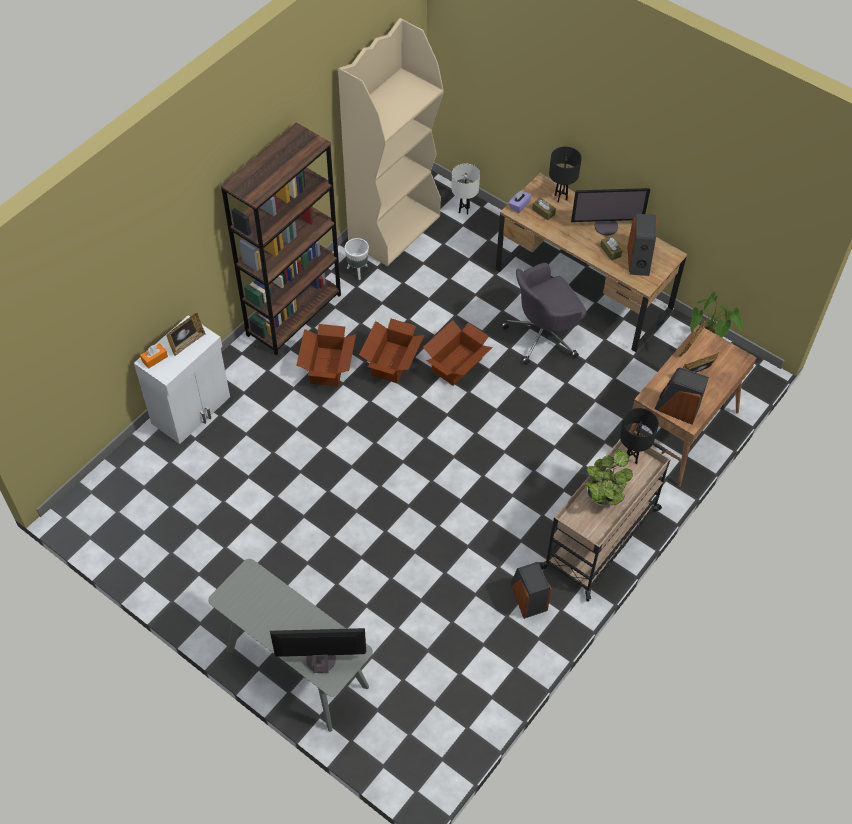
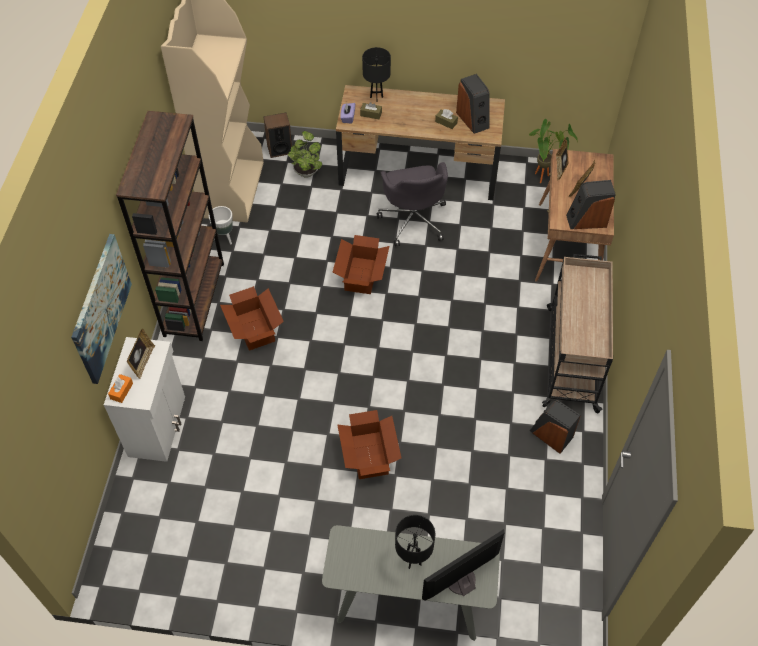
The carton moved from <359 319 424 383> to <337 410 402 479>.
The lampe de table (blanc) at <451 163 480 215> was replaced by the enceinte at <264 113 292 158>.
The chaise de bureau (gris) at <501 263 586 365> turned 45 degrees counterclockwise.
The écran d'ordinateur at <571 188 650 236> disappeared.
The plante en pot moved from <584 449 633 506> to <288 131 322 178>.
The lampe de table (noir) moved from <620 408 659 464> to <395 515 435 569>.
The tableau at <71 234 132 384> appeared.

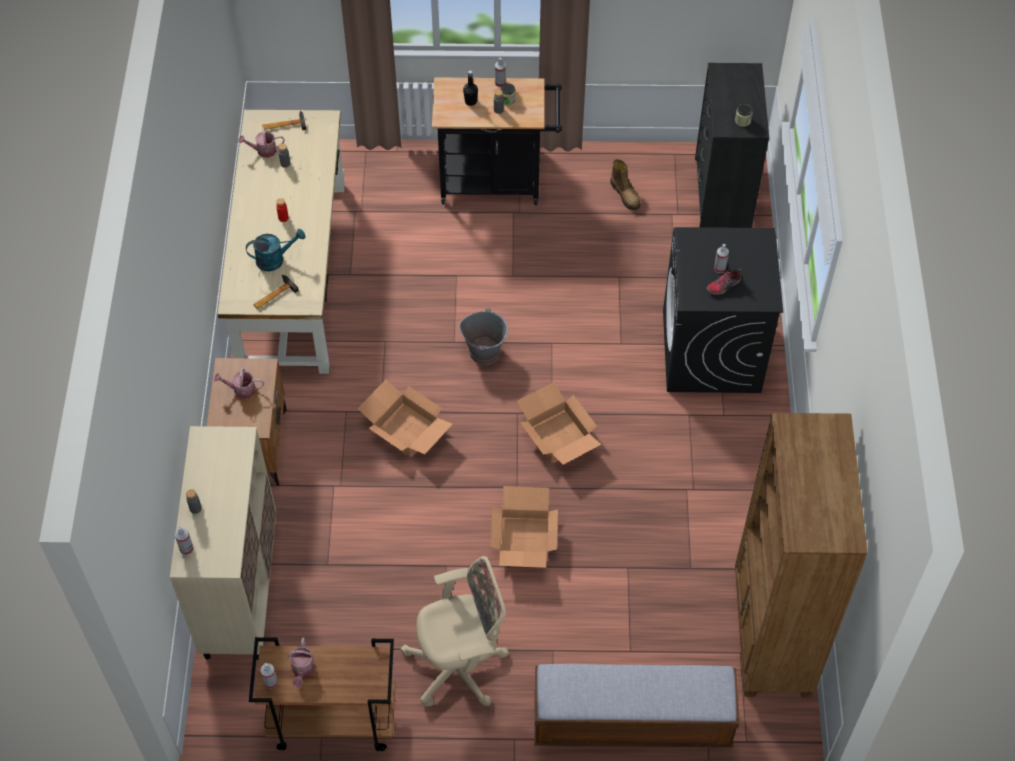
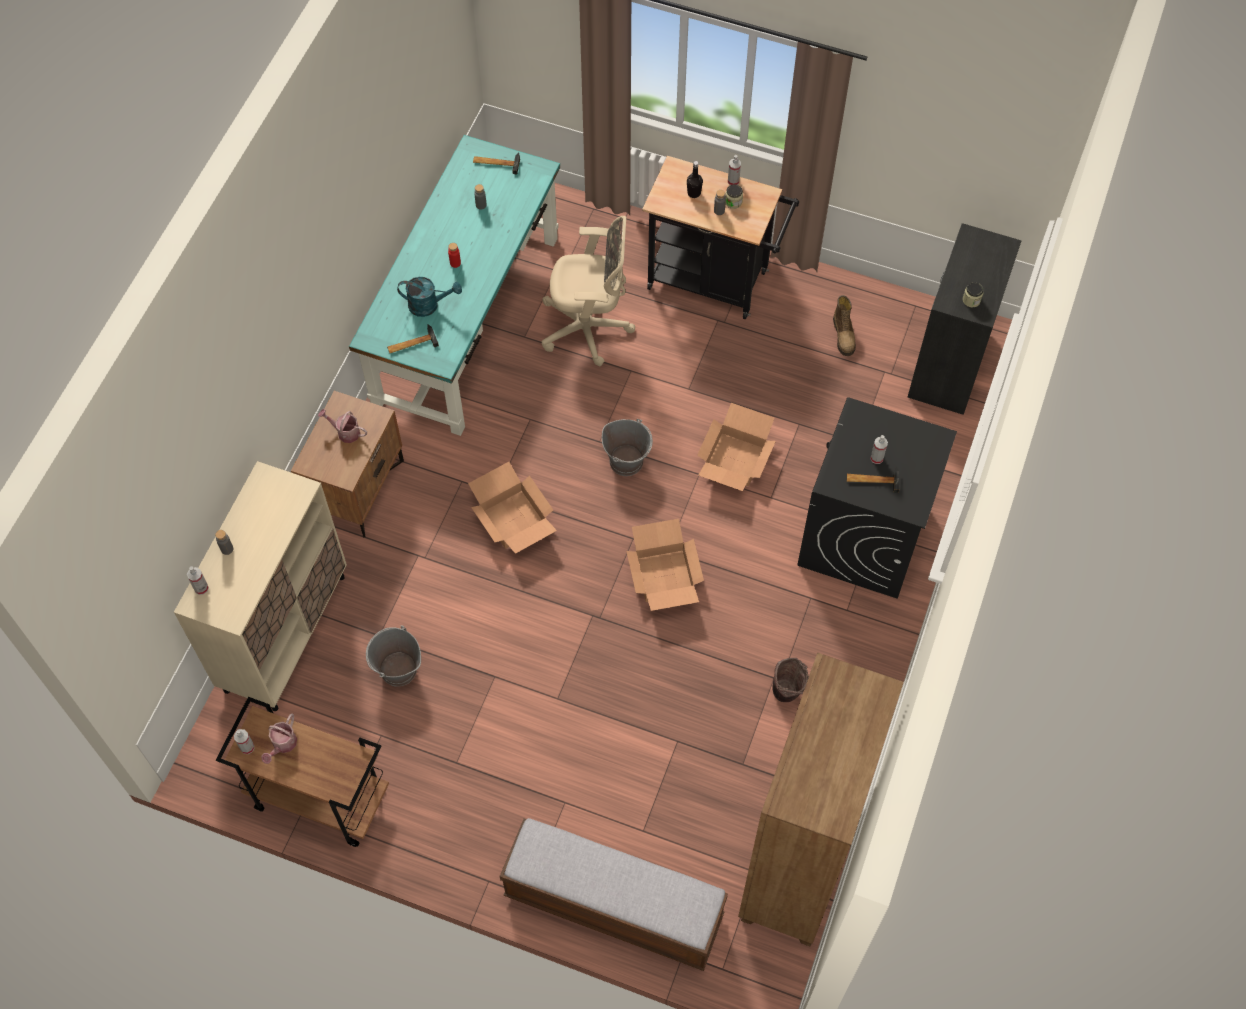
The bureau (beige) at <217 110 345 374> became the bureau (turquoise) at <349 135 560 436>.
The arrosoir at <238 128 285 158> disappeared.
The chaise de bureau (beige) moved from <400 556 509 707> to <541 216 635 366>.
The carton moved from <490 486 558 568> to <697 403 776 491>.
The chaussure at <706 269 742 295> was replaced by the marteau at <847 466 899 493>.
The seau (gris) at <366 625 421 687> appeared.
The seau (marron) at <773 658 809 702> appeared.

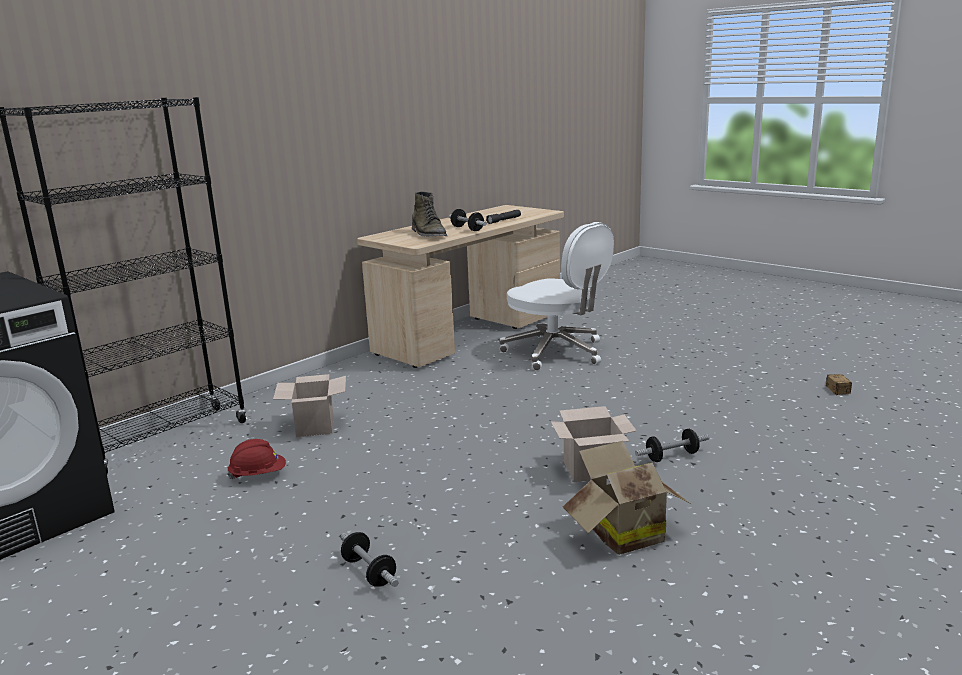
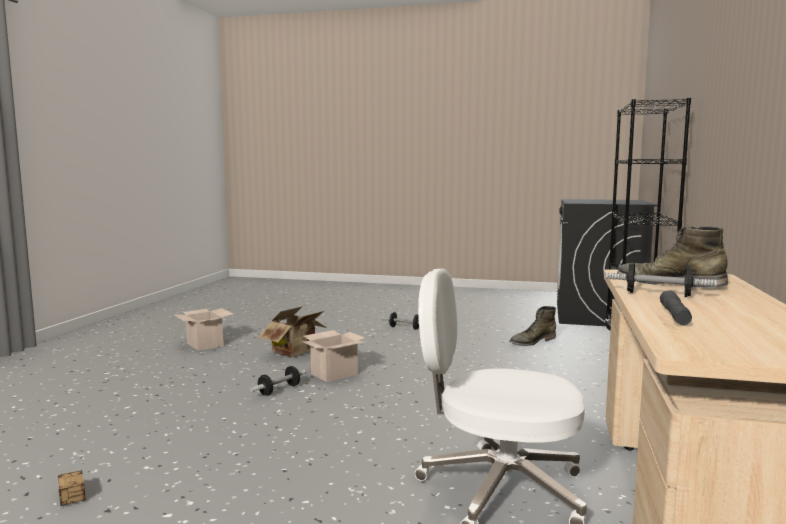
The casque de chantier (rouge) at <227 439 286 479> was replaced by the botte (vert) at <510 306 556 346>.
The carton moved from <273 374 346 437> to <173 308 233 351>.

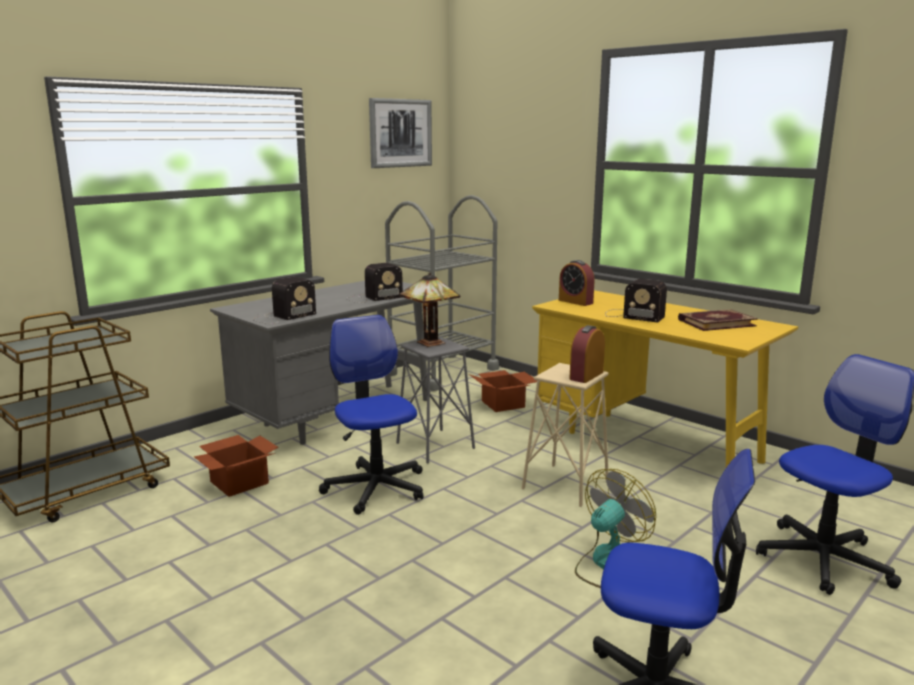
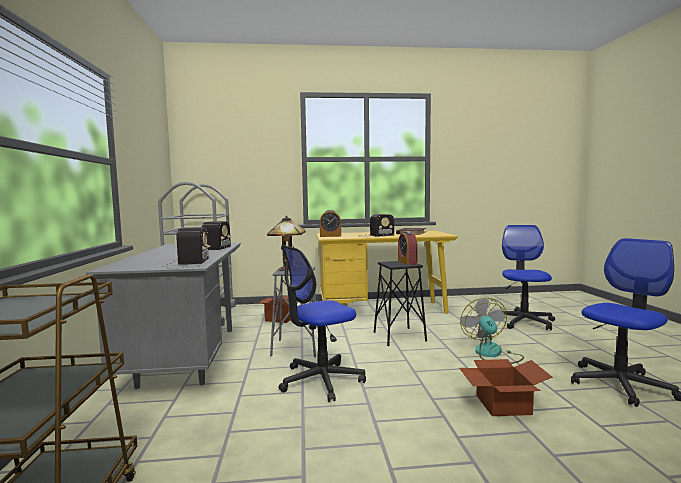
The carton moved from <194 435 279 497> to <459 359 553 416>.
The chaise de bureau at <319 315 423 515> turned 45 degrees counterclockwise.
The tableau at <369 98 432 168> disappeared.
The tabouret (beige) at <522 363 609 507> became the tabouret (noir) at <374 261 427 346>.

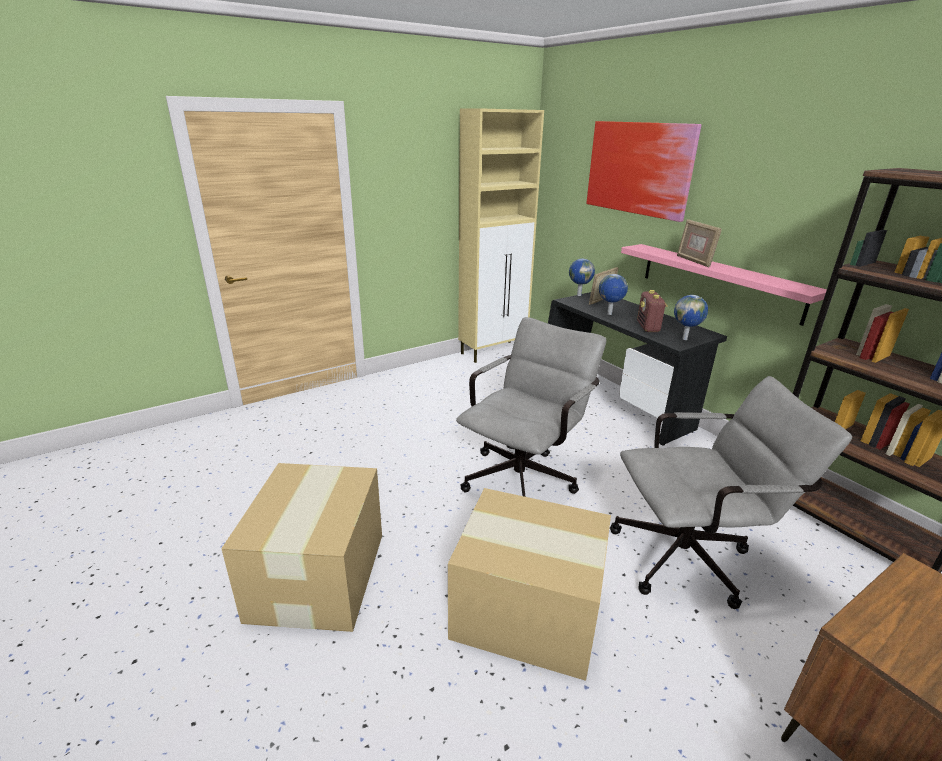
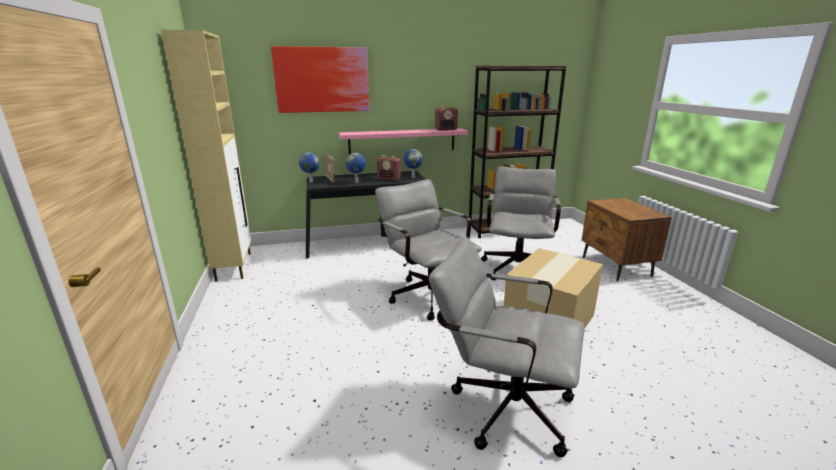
The carton at <221 463 382 632> was replaced by the chaise de bureau (gris) at <429 236 585 457>.
The cadre photo at <677 219 722 267> disappeared.
The radio at <435 106 458 131> appeared.

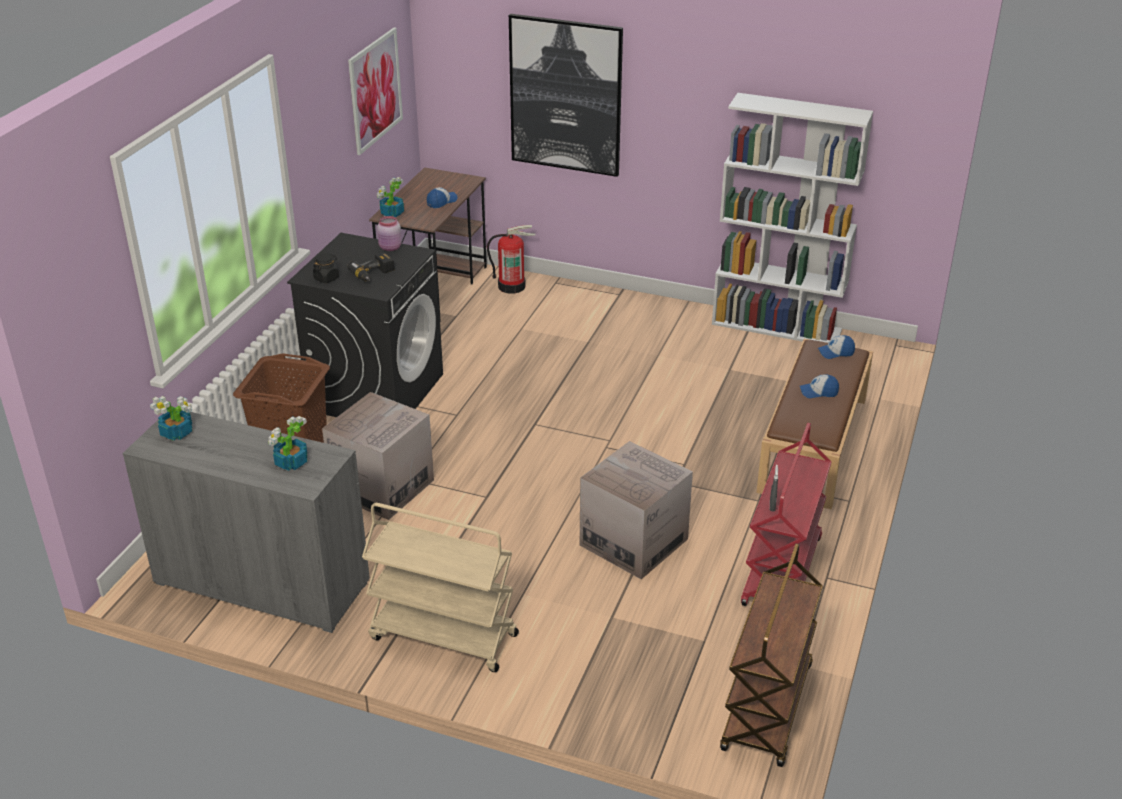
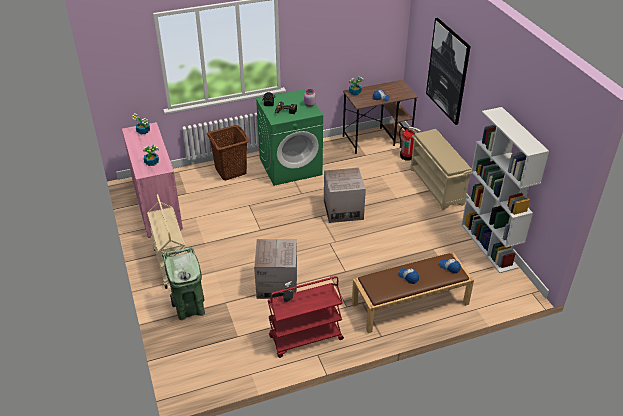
The meuble de rangement (gris) at <122 412 370 633> became the meuble de rangement (rose) at <122 122 183 238>.
The lave-linge (noir) at <287 233 443 417> became the lave-linge (vert) at <256 89 323 186>.
The carton moved from <322 392 434 520> to <324 168 366 223>.
The tableau at <348 27 403 155> disappeared.
The chariot (marron) at <720 544 823 767> disappeared.
The poubelle (vert) at <162 248 205 320> appeared.
The étagère à chaussures (beige) at <410 129 472 210> appeared.

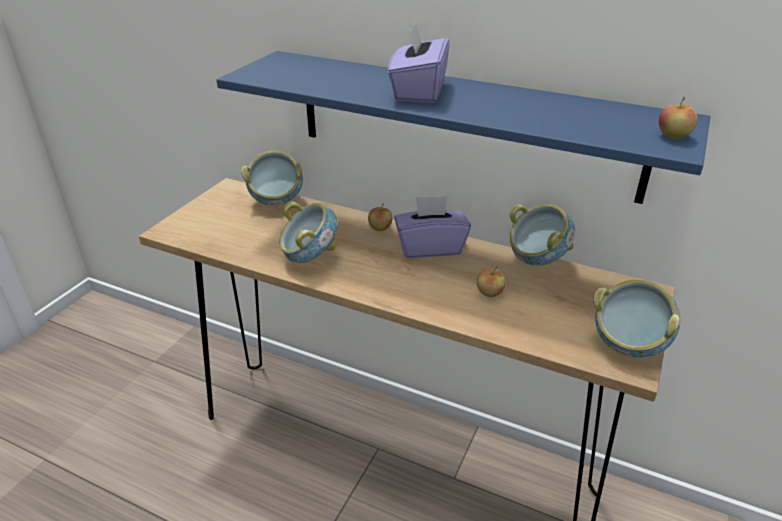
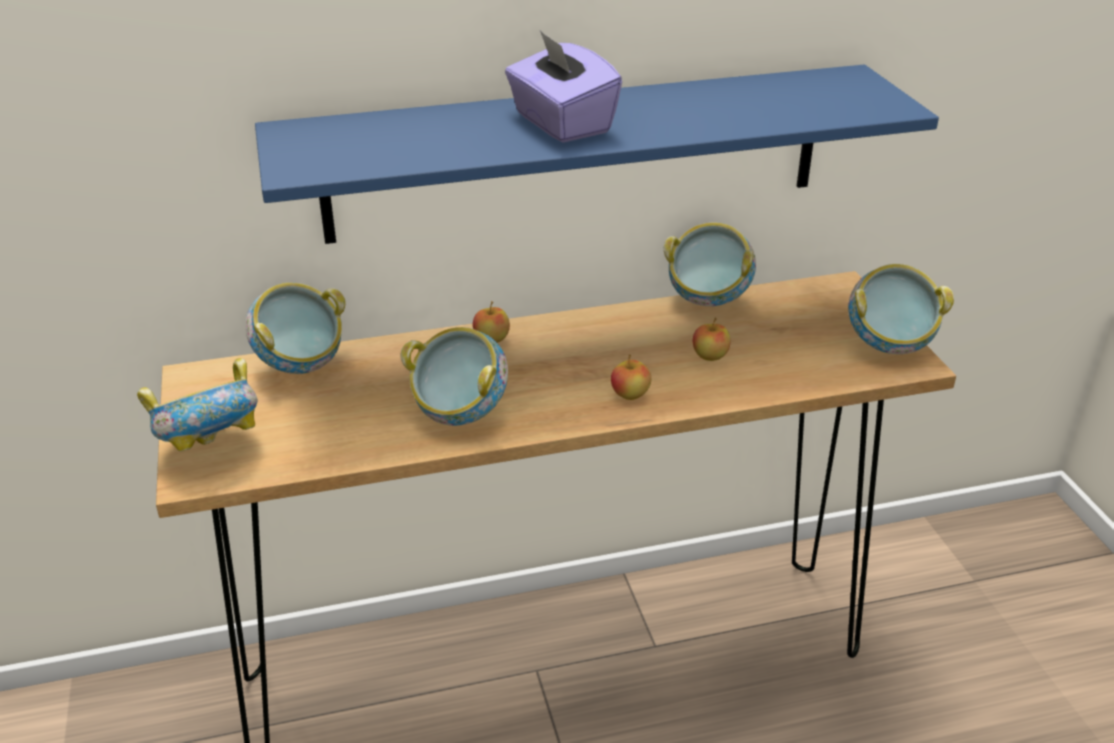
The boîte à mouchoirs (violet) at <394 196 471 258> disappeared.
The pomme moved from <659 97 698 139> to <611 354 651 400>.
The bol at <137 358 257 452> appeared.

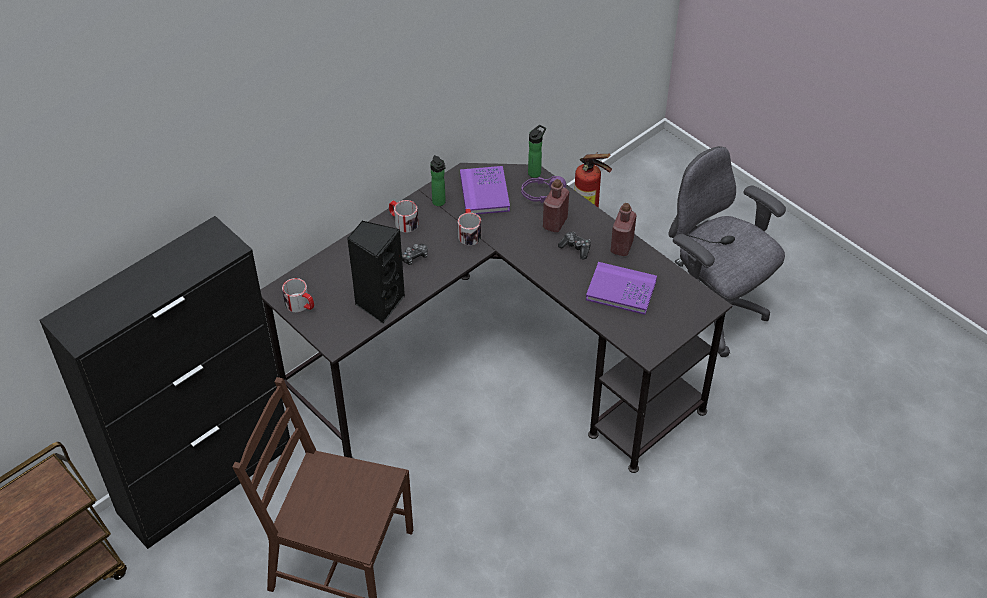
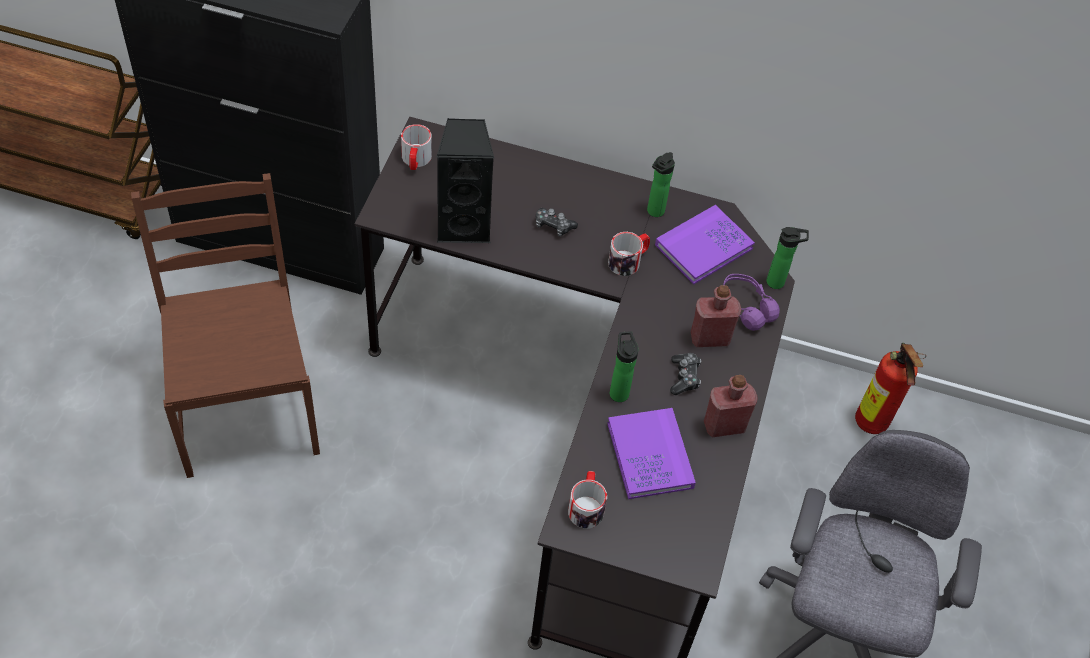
The mug moved from <389 200 418 233> to <568 471 607 529>.
The bouteille at <610 332 638 402> appeared.

